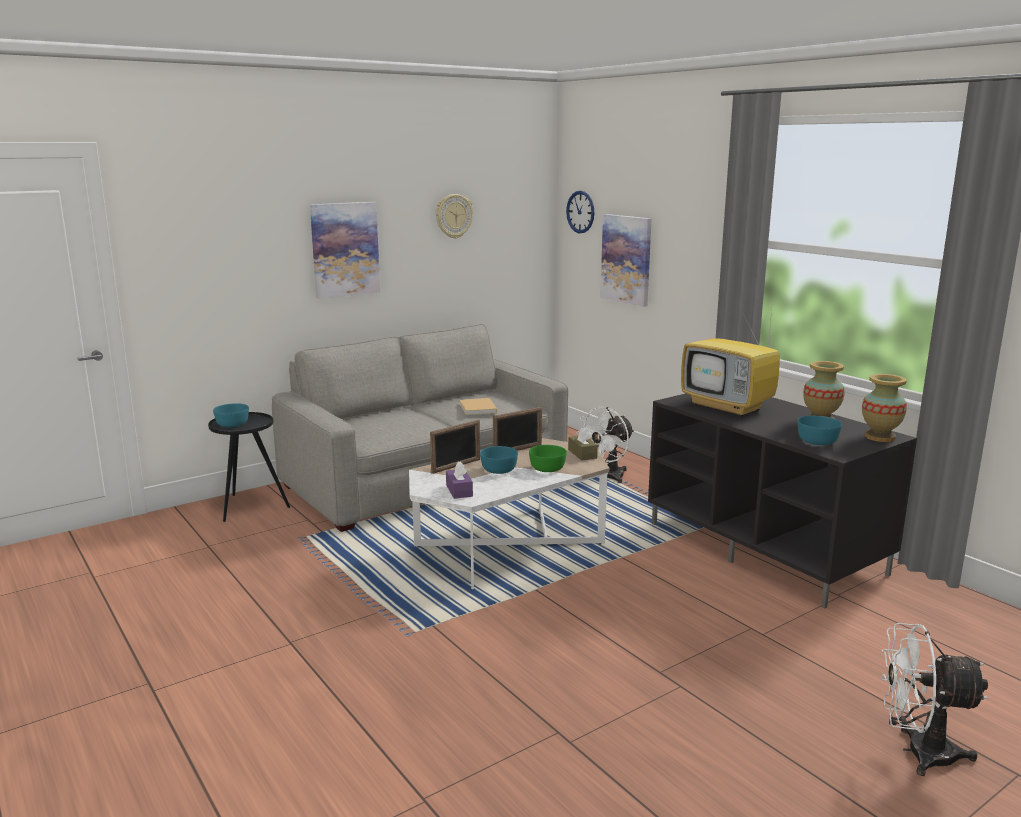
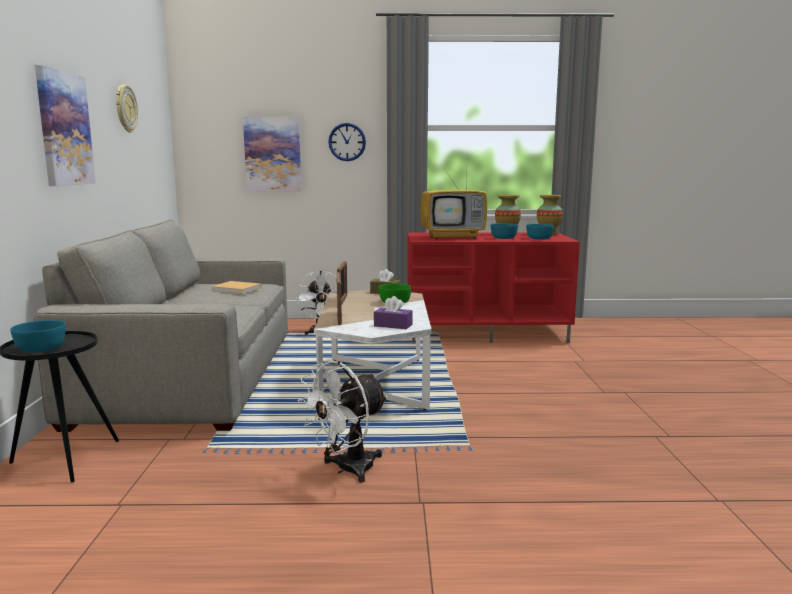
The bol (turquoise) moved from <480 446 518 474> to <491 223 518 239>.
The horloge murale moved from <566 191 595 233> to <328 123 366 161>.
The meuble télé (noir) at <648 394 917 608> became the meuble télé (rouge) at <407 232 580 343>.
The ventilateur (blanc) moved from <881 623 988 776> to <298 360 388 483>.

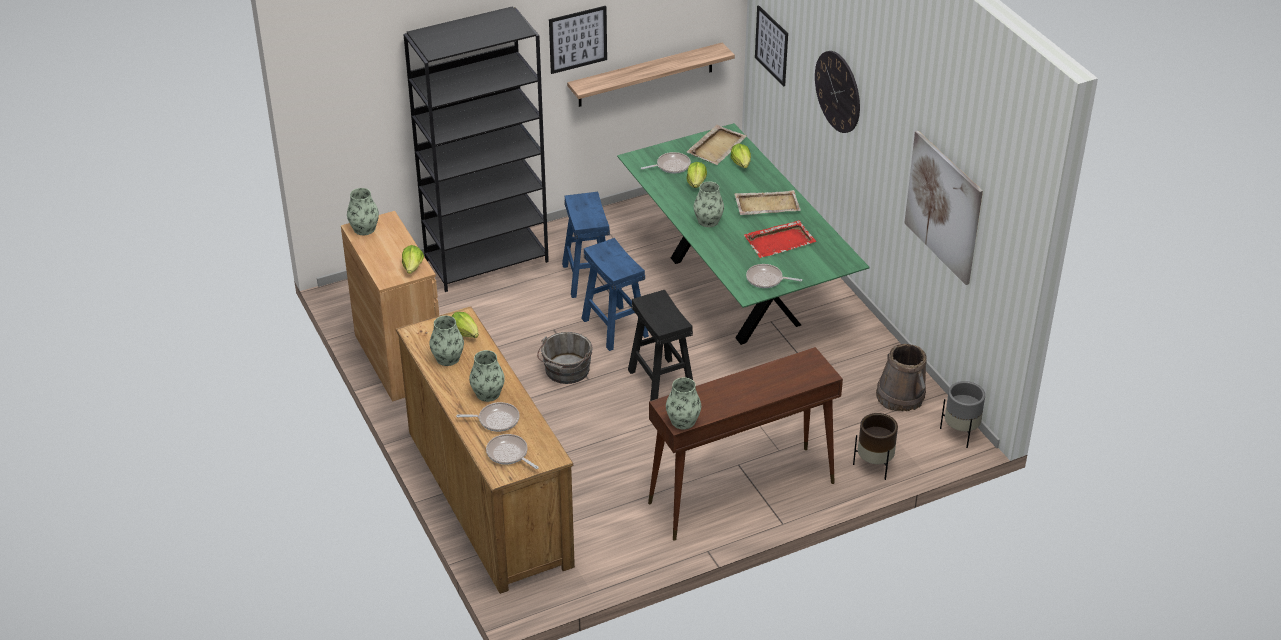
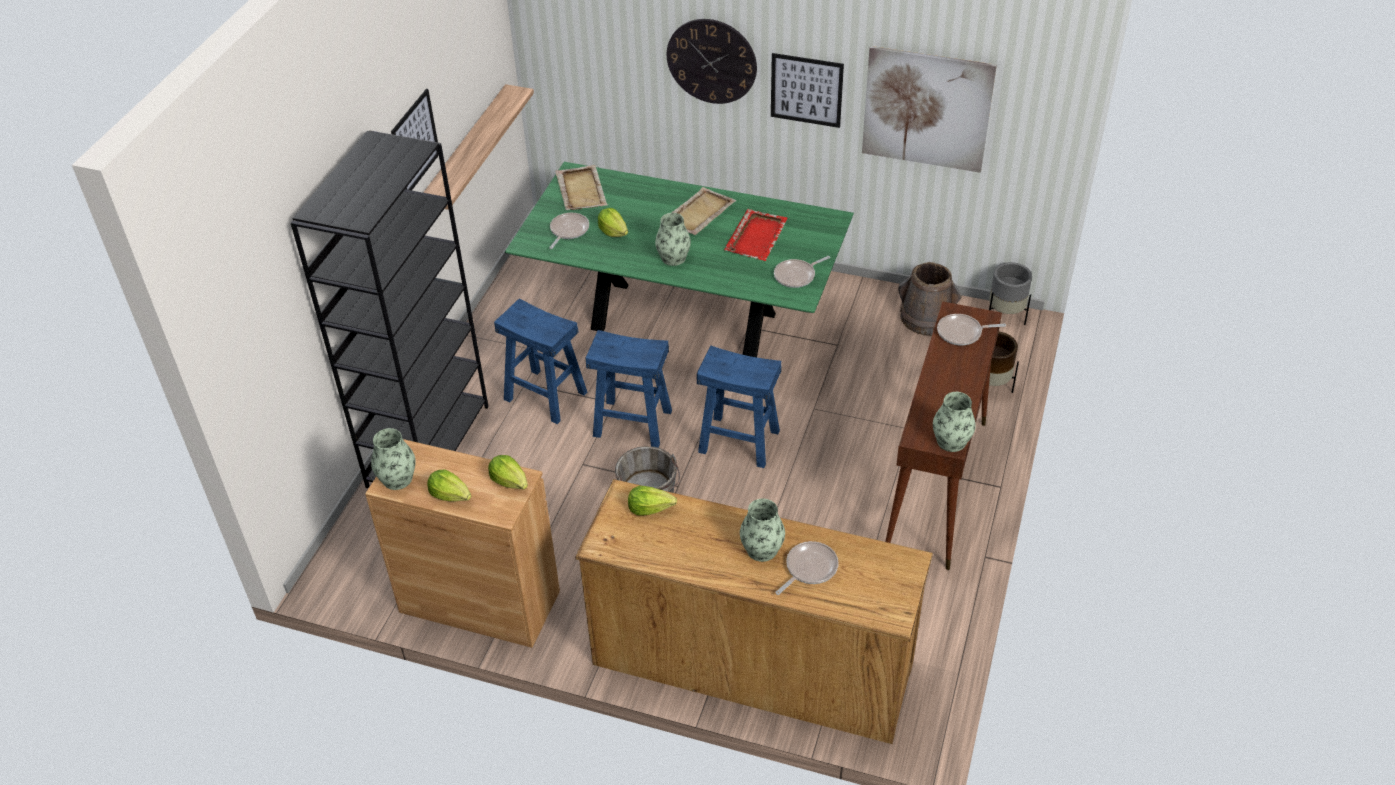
The vase at <429 316 464 366> disappeared.
The poêle moved from <486 434 539 469> to <937 314 1006 345>.
The tabouret (noir) at <628 290 693 401> became the tabouret (bleu) at <697 346 782 468>.
The laitue moved from <730 144 751 168> to <427 469 471 501>.
The tableau moved from <755 5 788 86> to <771 53 844 128>.

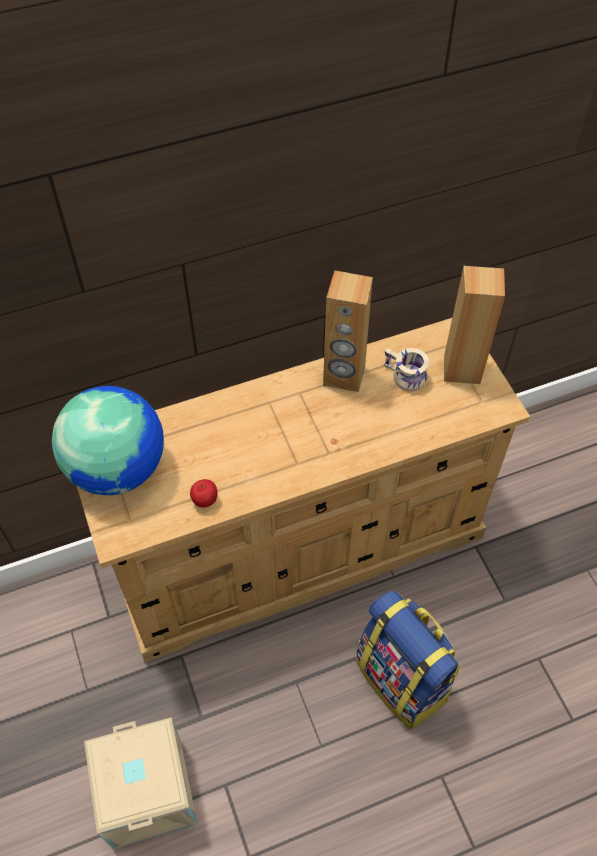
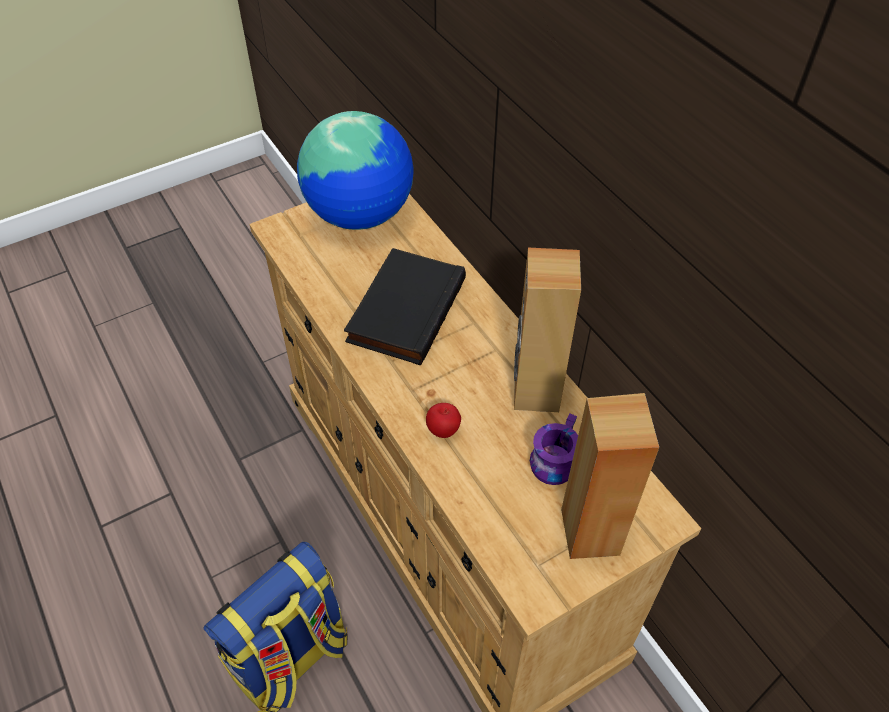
The boîte de rangement (beige) at <84 717 198 849> disappeared.
The pomme moved from <190 479 218 508> to <426 403 461 438>.
The mug (beige) at <384 348 429 391> became the mug (violet) at <530 413 578 485>.
The livre (noir) at <344 248 466 365> appeared.

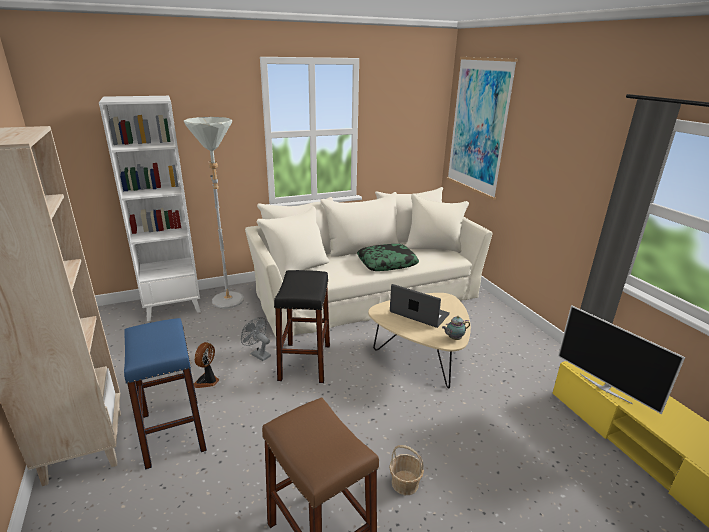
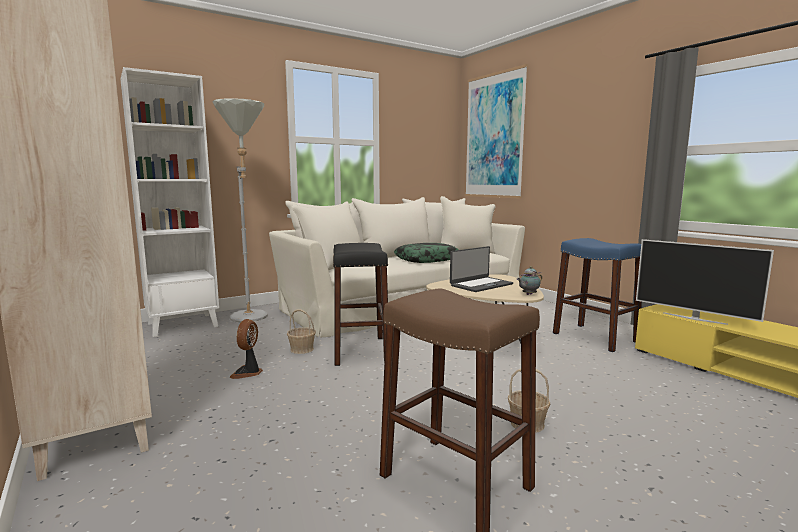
The tabouret (bleu) moved from <124 318 207 469> to <553 238 642 352>.
The ventilateur (gris) at <241 317 271 361> was replaced by the panier at <287 309 316 354>.
The ordinateur portable at <390 284 450 328> turned 120 degrees clockwise.

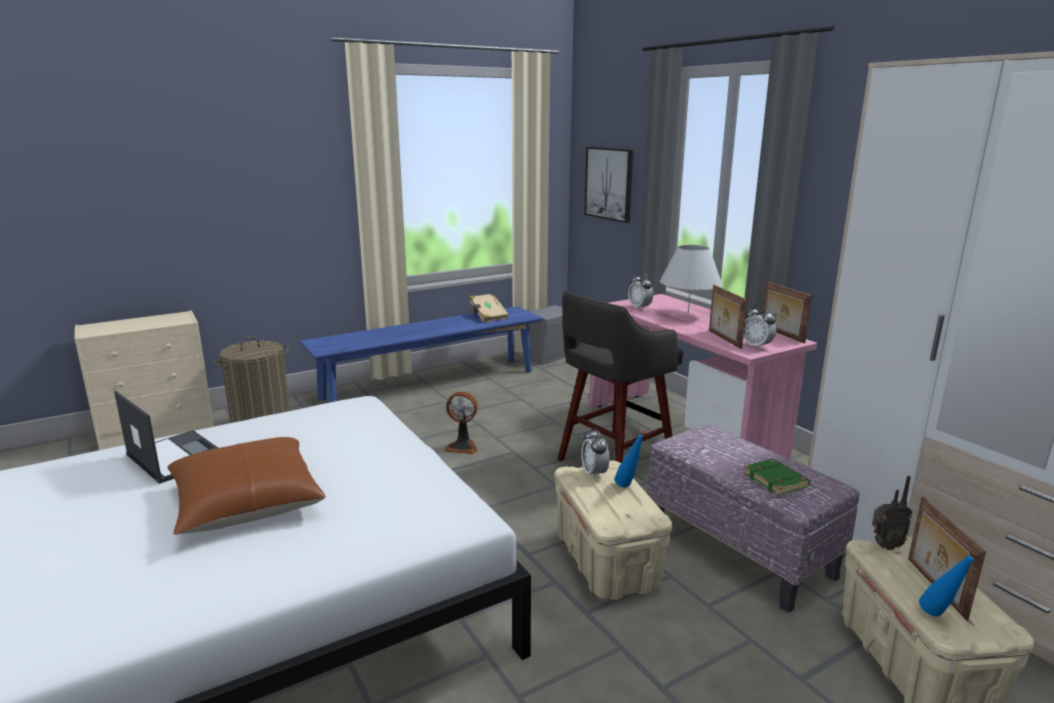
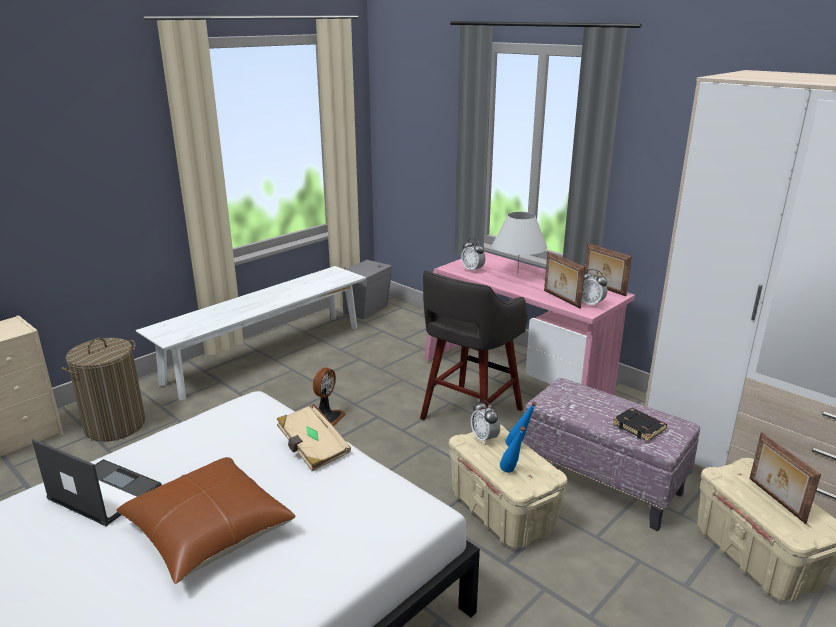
The banc (bleu) at <300 306 543 403> became the banc (blanc) at <136 266 366 400>.
The ventilateur at <444 391 478 454> turned 60 degrees counterclockwise.
The livre (beige) moved from <469 294 509 323> to <277 404 351 471>.
The tableau at <584 147 633 223> disappeared.
The livre (vert) at <743 459 810 496> became the livre (noir) at <612 408 667 442>.
The radio at <872 476 913 550> disappeared.
The bouteille (bleu) moved from <919 550 979 616> to <500 426 525 473>.

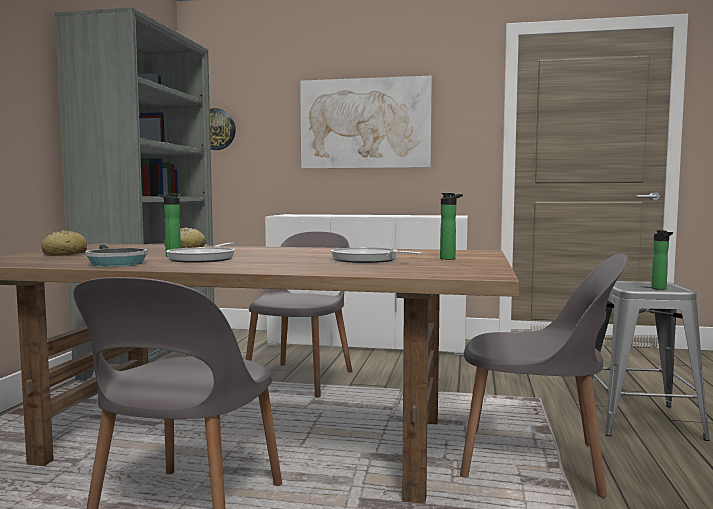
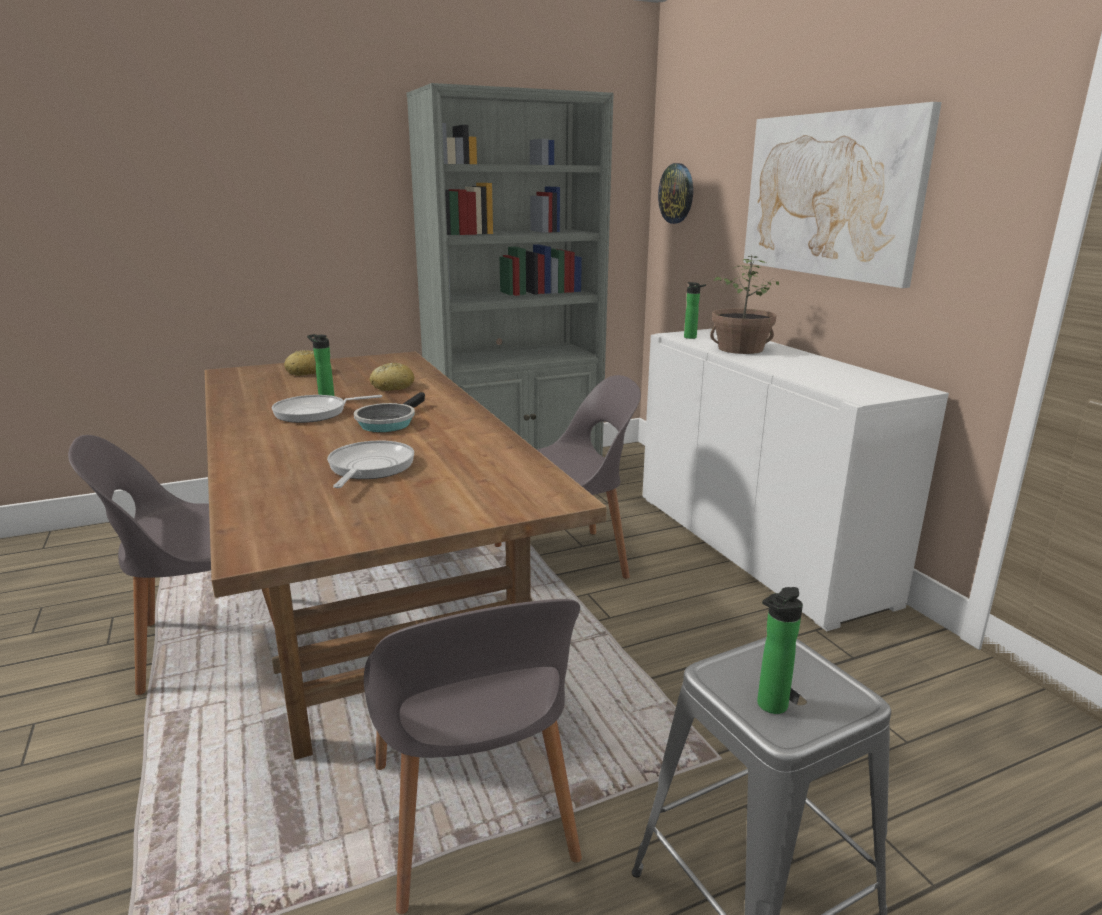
The poêle moved from <85 245 148 267> to <354 392 425 432>.
The bouteille moved from <440 193 463 260> to <684 282 706 339>.
The plante en pot at <710 255 779 354> appeared.

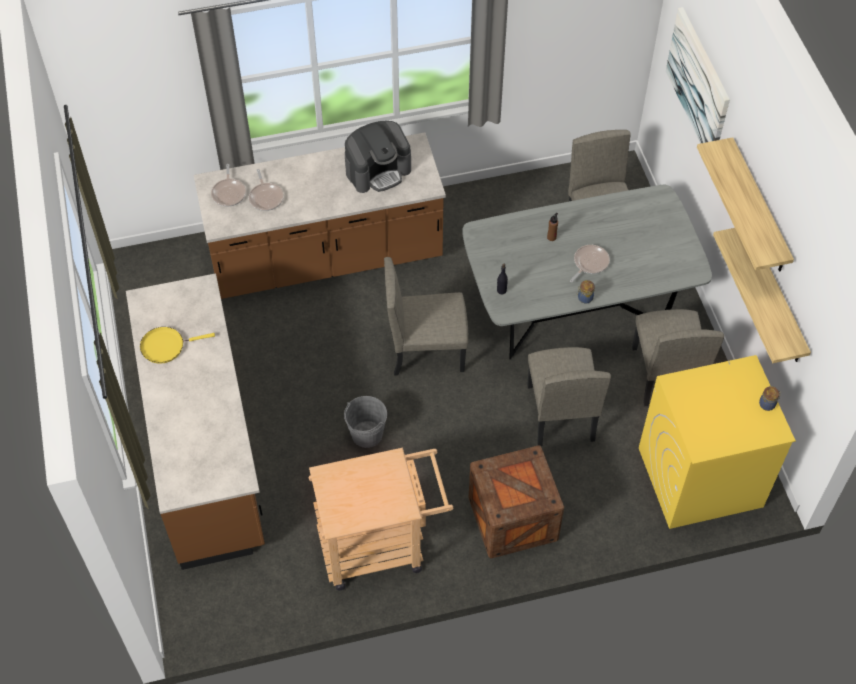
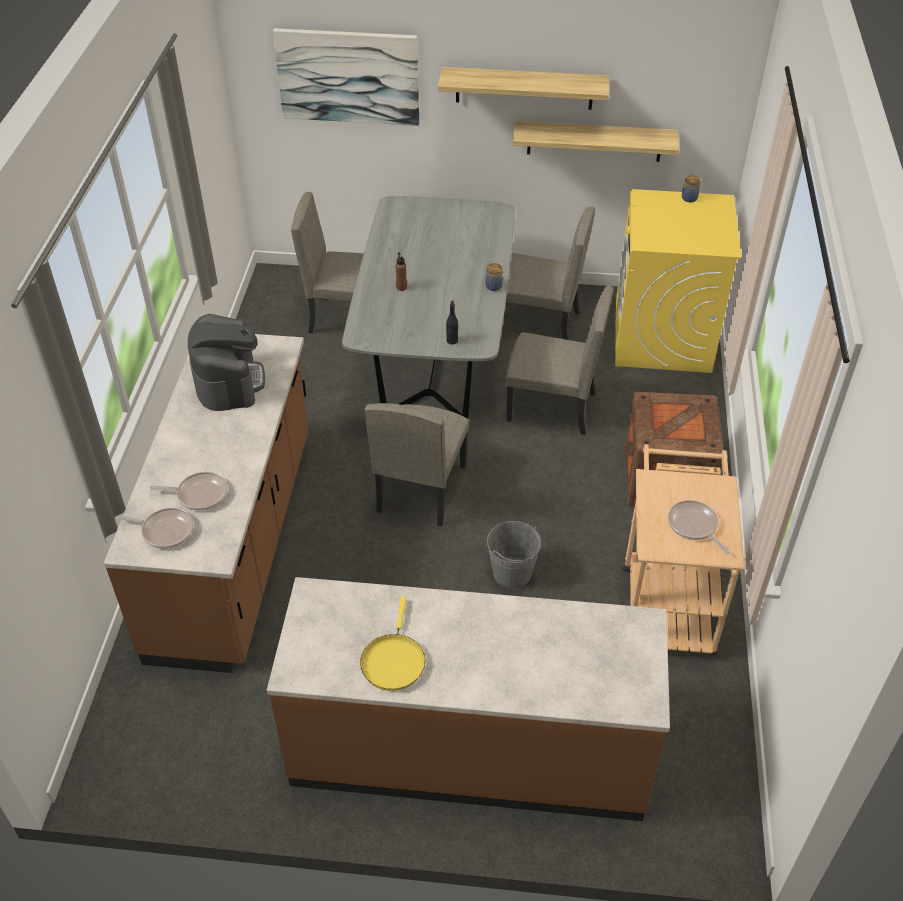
The poêle moved from <570 245 610 282> to <668 500 730 554>.

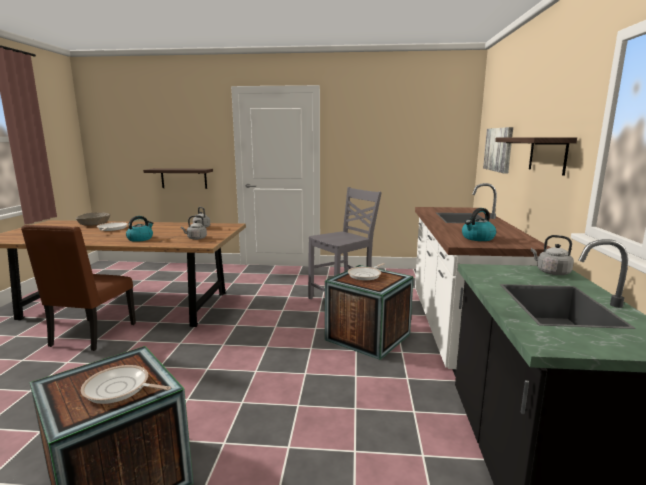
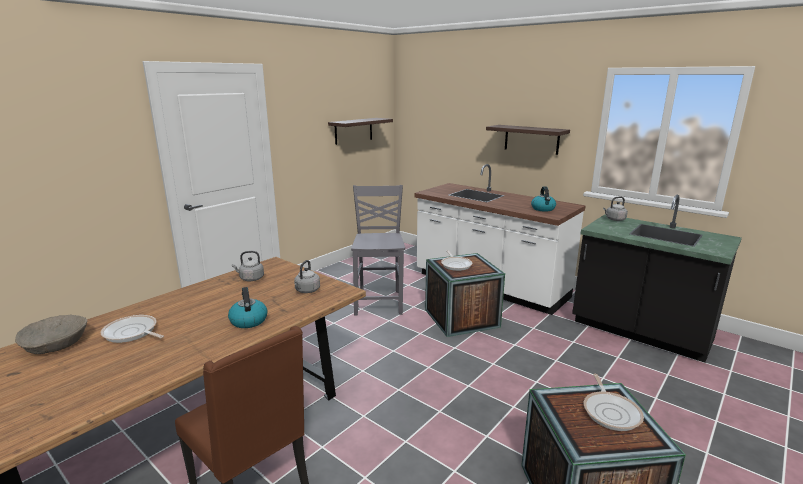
The poêle at <81 365 171 404> turned 45 degrees counterclockwise.
The étagère moved from <143 168 213 189> to <328 118 393 145>.
The tableau at <483 127 513 174> disappeared.

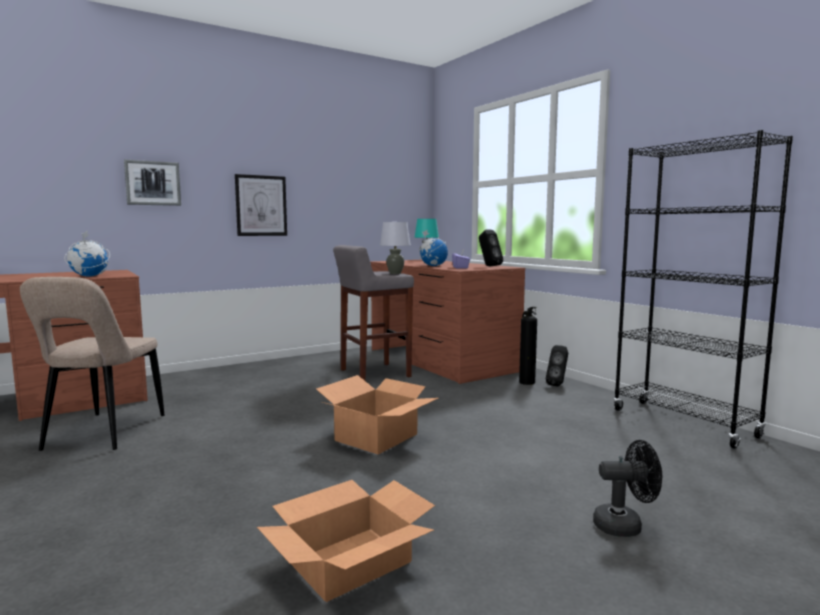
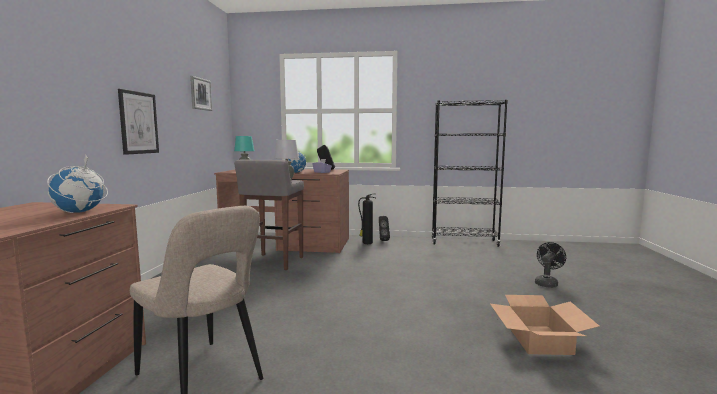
The tableau moved from <124 160 181 206> to <190 76 212 111>.
The carton at <316 375 439 455> disappeared.

